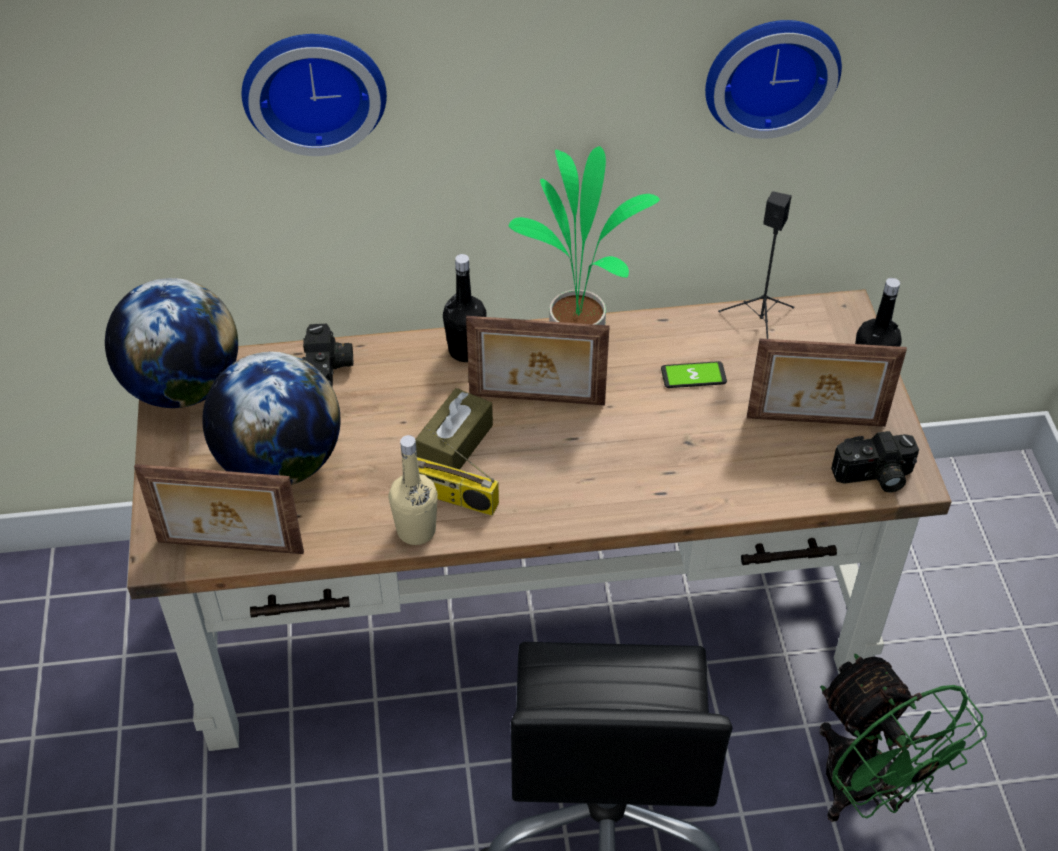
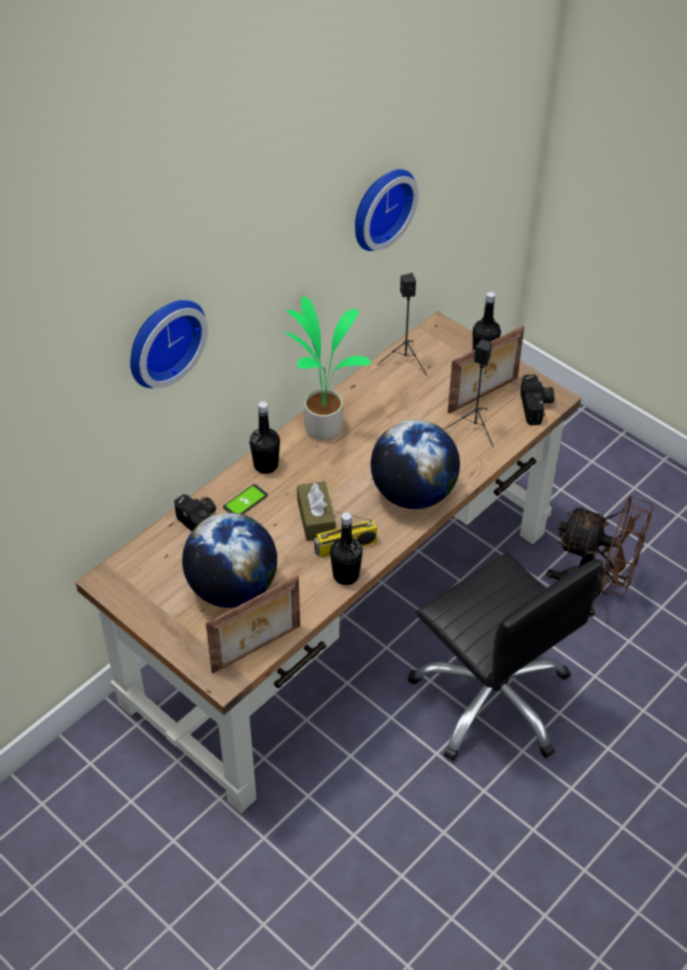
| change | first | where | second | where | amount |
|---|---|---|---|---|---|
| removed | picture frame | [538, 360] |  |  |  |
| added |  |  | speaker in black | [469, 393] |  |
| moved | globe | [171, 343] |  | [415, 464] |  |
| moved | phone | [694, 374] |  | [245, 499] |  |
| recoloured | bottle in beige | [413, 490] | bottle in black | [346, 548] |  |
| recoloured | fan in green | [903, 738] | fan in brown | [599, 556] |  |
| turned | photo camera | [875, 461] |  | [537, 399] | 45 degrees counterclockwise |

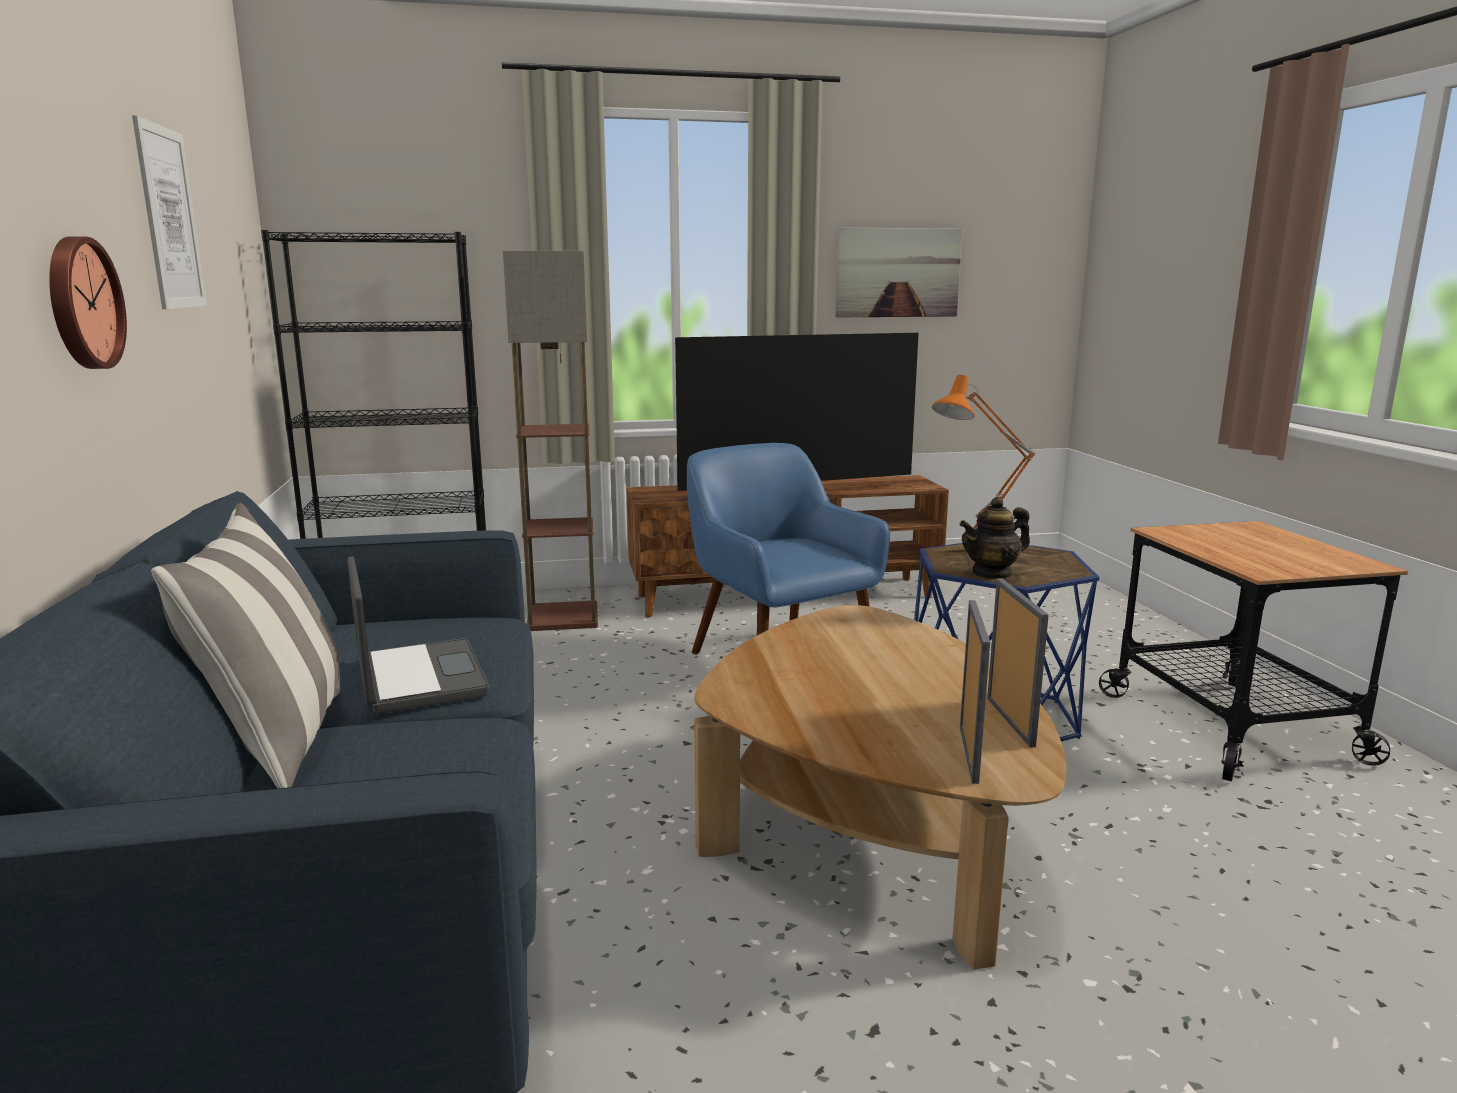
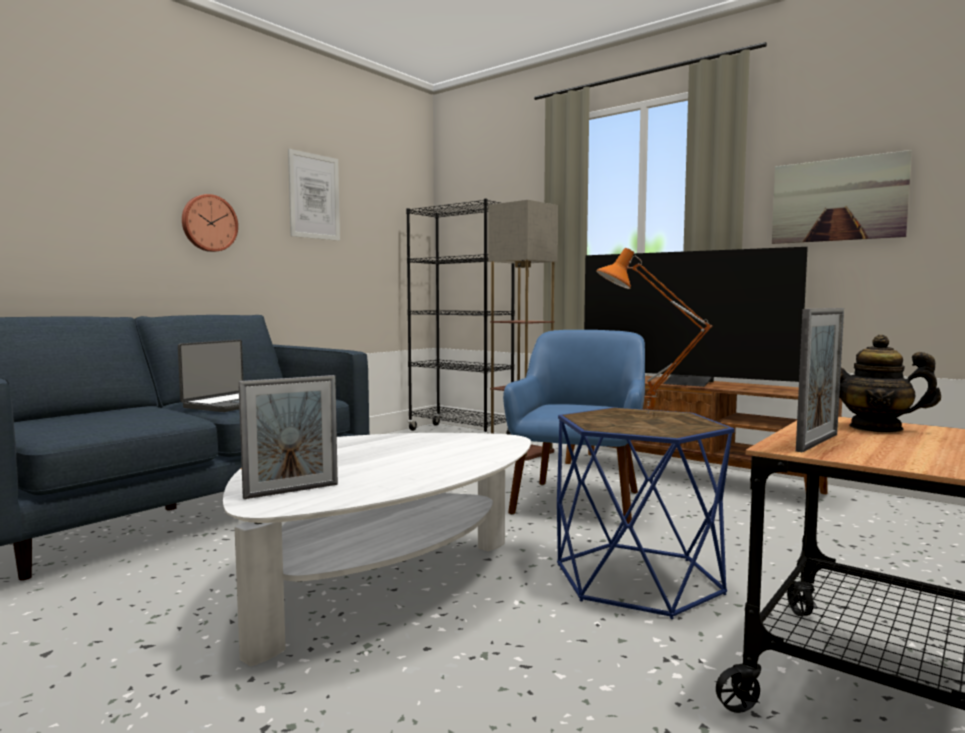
| change | first | where | second | where | amount |
|---|---|---|---|---|---|
| removed | pillow | [246, 645] |  |  |  |
| moved | teapot | [995, 538] |  | [890, 384] |  |
| moved | picture frame | [1018, 662] |  | [820, 380] |  |
| recoloured | coffee table in brown | [880, 787] | coffee table in white | [377, 549] |  |

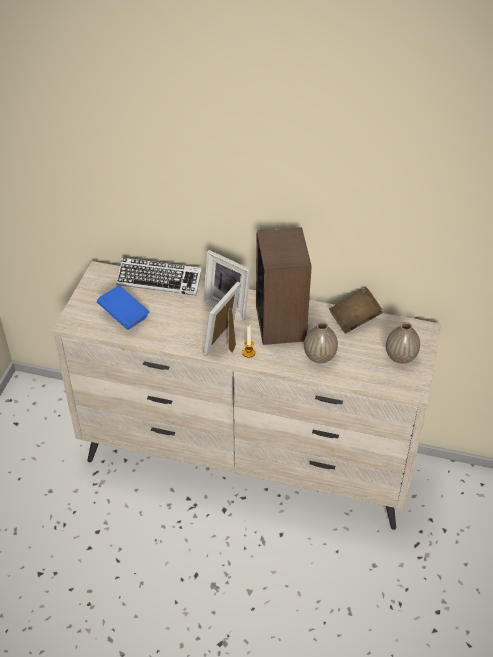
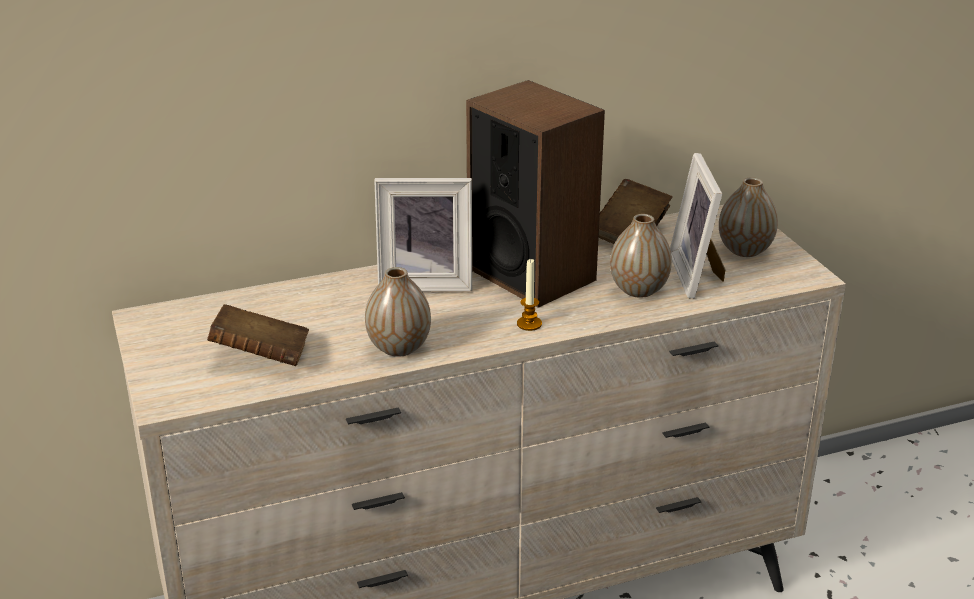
| change | first | where | second | where | amount |
|---|---|---|---|---|---|
| removed | keyboard | [159, 276] |  |  |  |
| added |  |  | vase | [398, 312] |  |
| moved | picture frame | [222, 319] |  | [697, 226] |  |
| recoloured | book in blue | [123, 307] | book in brown | [258, 335] |  |

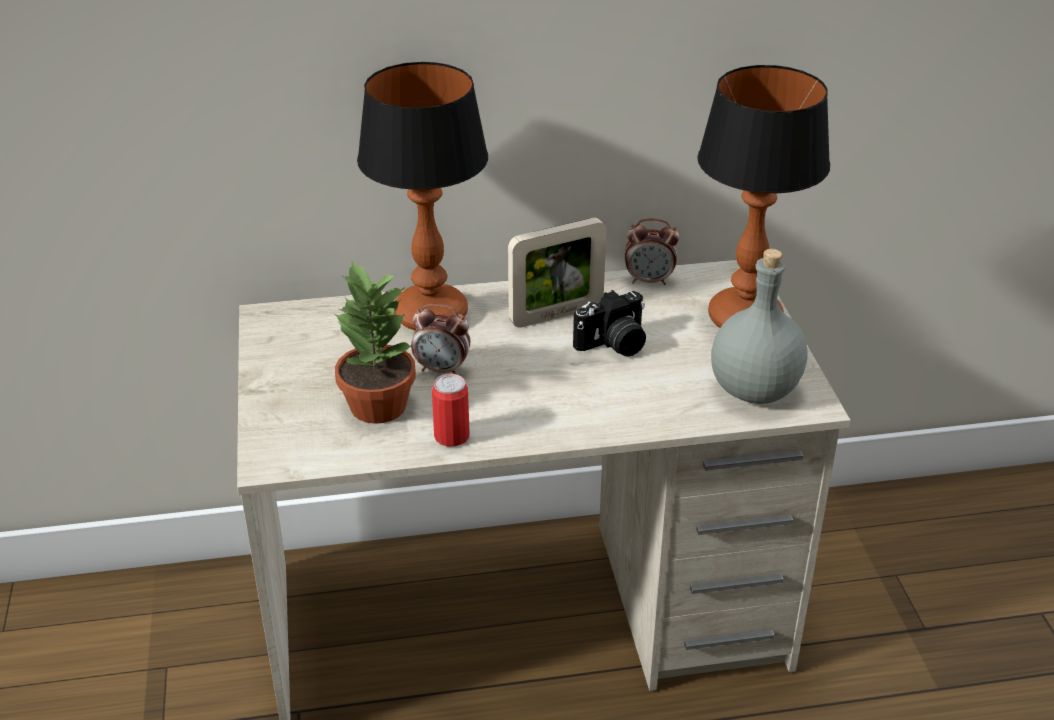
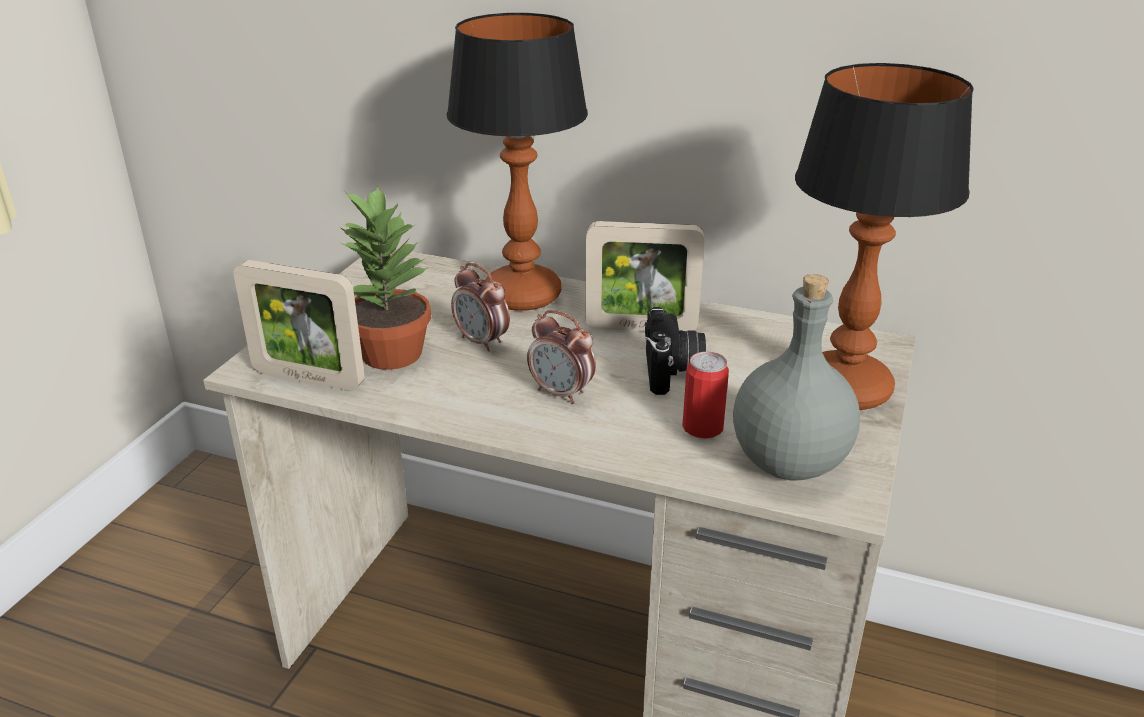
| change | first | where | second | where | amount |
|---|---|---|---|---|---|
| added |  |  | picture frame | [299, 325] |  |
| moved | can | [451, 410] |  | [705, 395] |  |
| moved | alarm clock | [652, 251] |  | [561, 357] |  |
| turned | photo camera | [609, 323] |  | [675, 351] | 90 degrees counterclockwise |

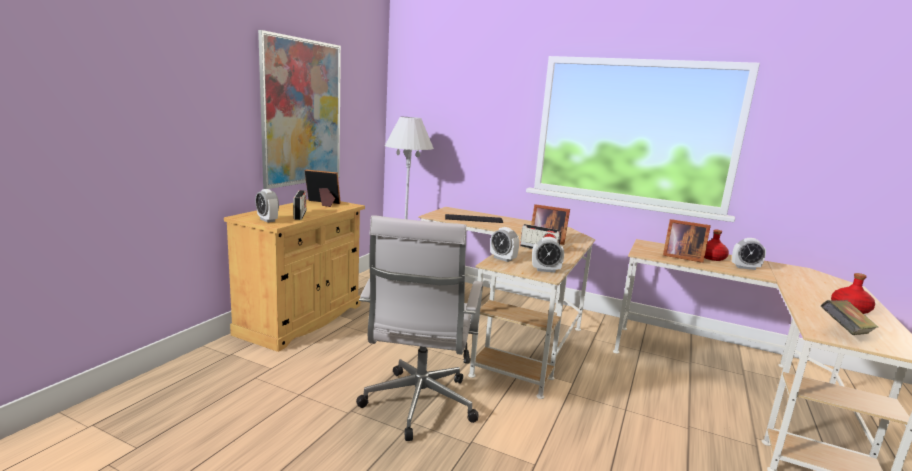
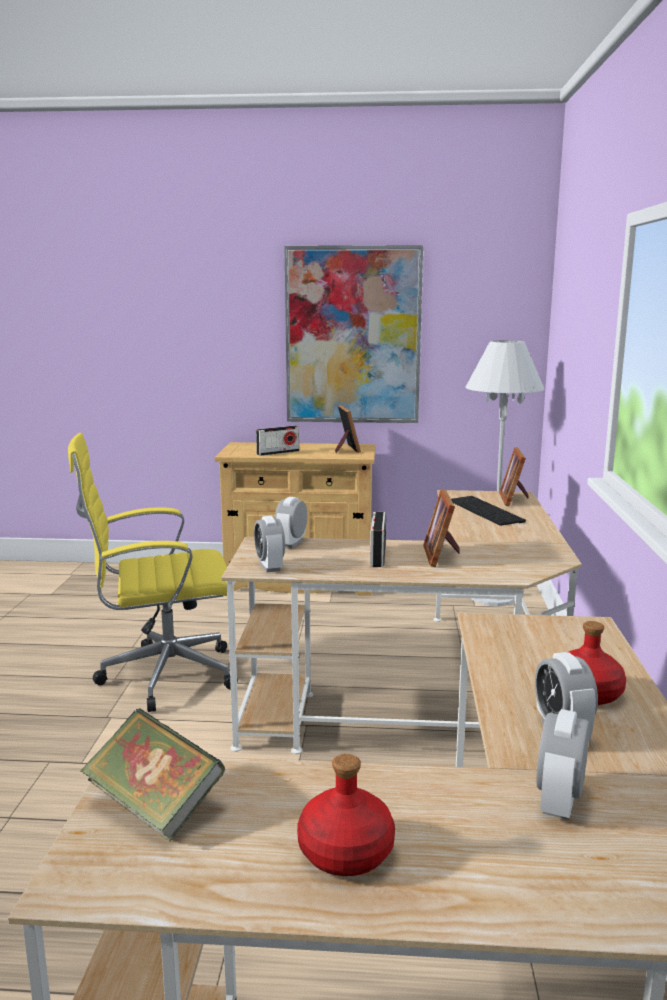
| change | first | where | second | where | amount |
|---|---|---|---|---|---|
| moved | alarm clock | [267, 206] |  | [563, 764] |  |
| moved | picture frame | [687, 241] |  | [514, 476] |  |
| recoloured | office chair in white | [419, 328] | office chair in yellow | [153, 572] |  |

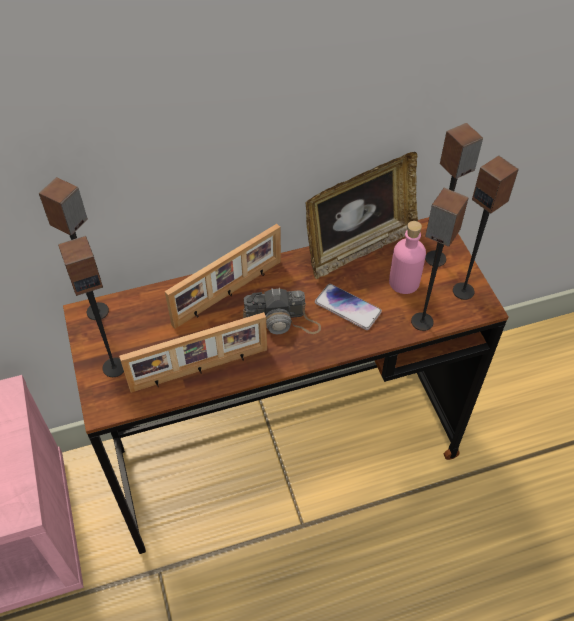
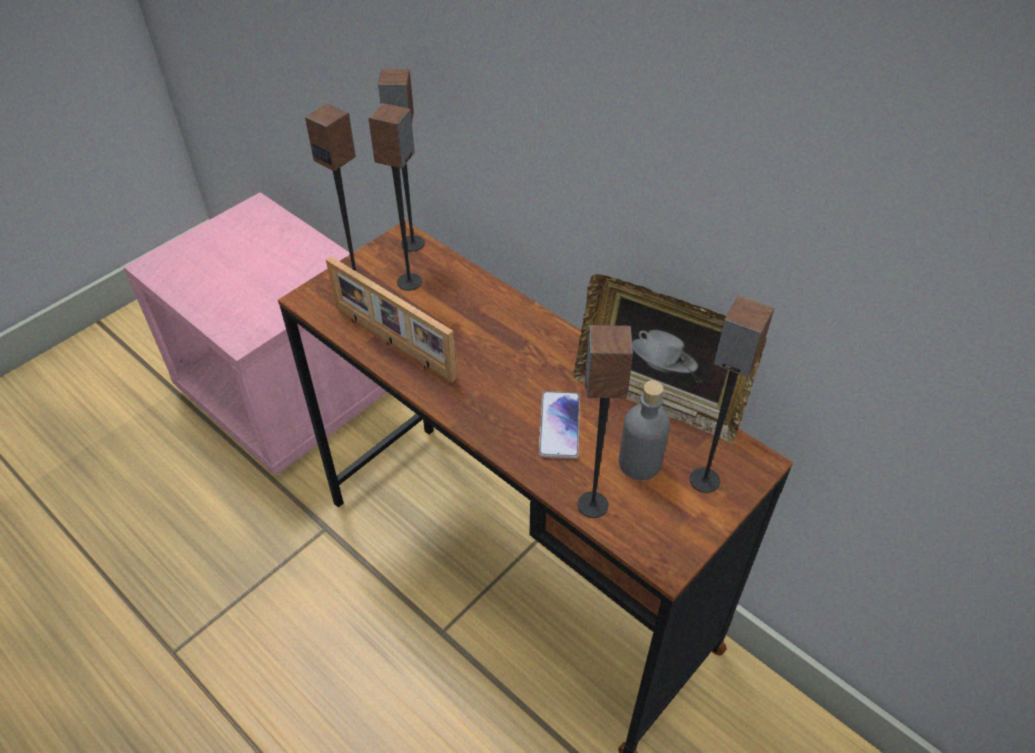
| change | first | where | second | where | amount |
|---|---|---|---|---|---|
| removed | picture frame | [223, 276] |  |  |  |
| removed | photo camera | [282, 311] |  |  |  |
| moved | speaker | [486, 228] |  | [395, 197] |  |
| recoloured | bottle in pink | [407, 257] | bottle in grey | [644, 430] |  |

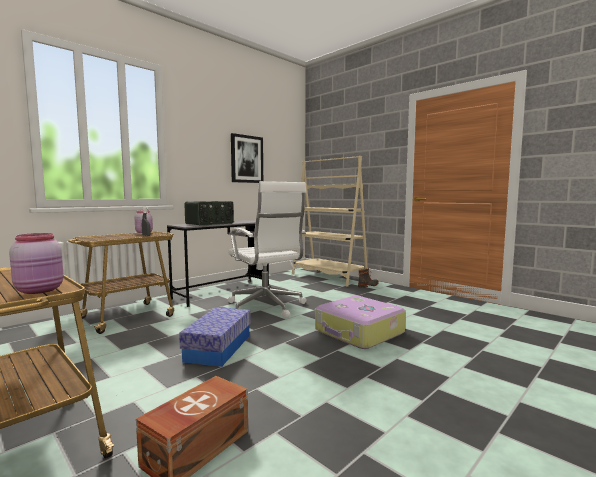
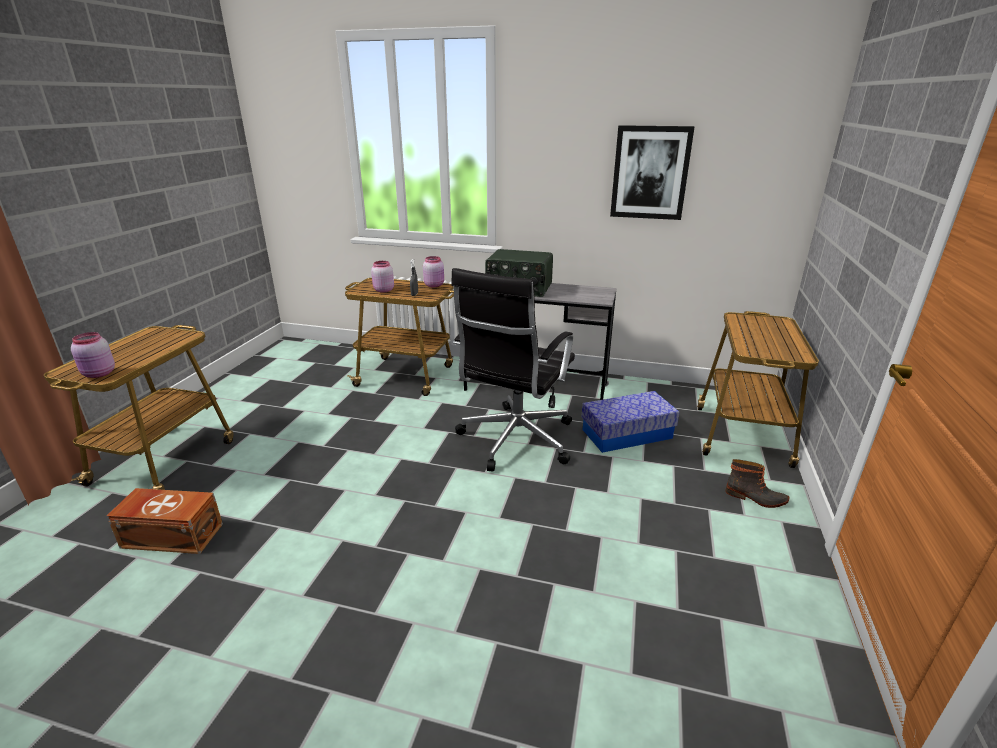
| change | first | where | second | where | amount |
|---|---|---|---|---|---|
| removed | suitcase | [360, 322] |  |  |  |
| added |  |  | jar in pink | [382, 276] |  |
| moved | storage box | [215, 337] |  | [630, 422] |  |
| replaced | bookcase in beige | [330, 221] | cart | [758, 389] |  |
| recoloured | office chair in white | [267, 249] | office chair in black | [513, 369] |  |

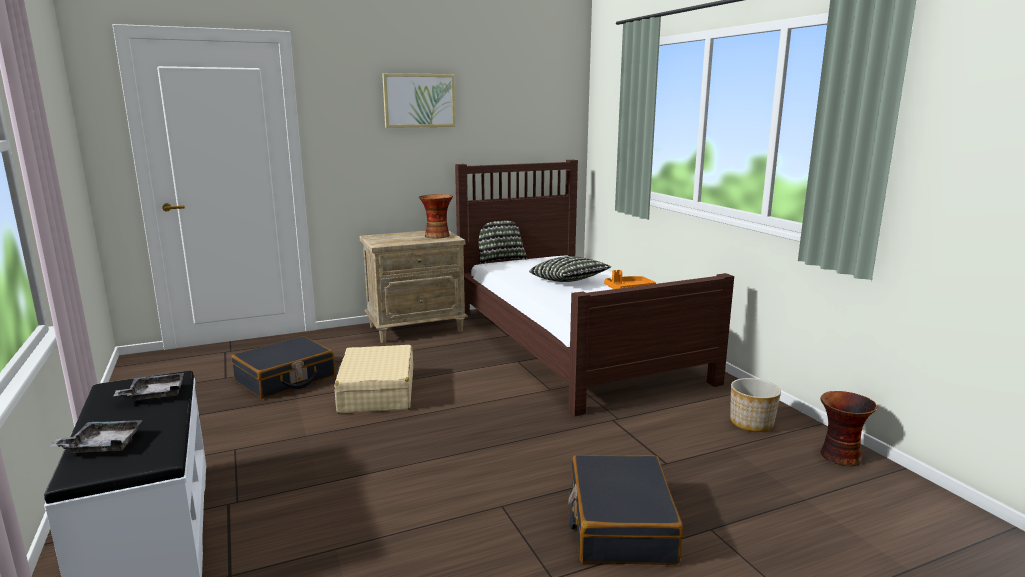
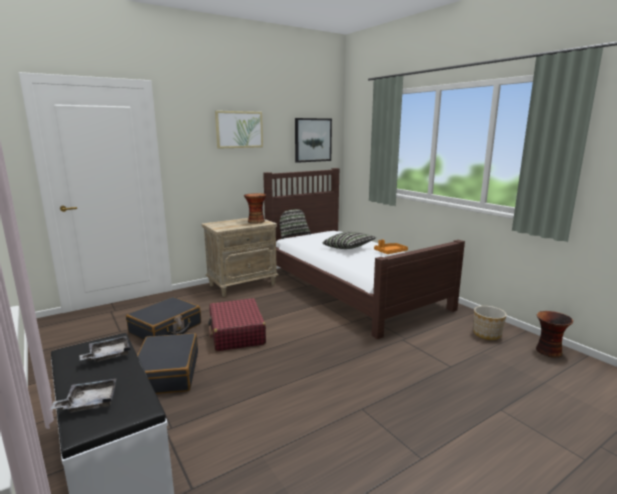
| change | first | where | second | where | amount |
|---|---|---|---|---|---|
| added |  |  | picture | [313, 140] |  |
| moved | suitcase in black | [625, 510] |  | [167, 363] |  |
| recoloured | suitcase in beige | [373, 379] | suitcase in red | [237, 324] |  |

